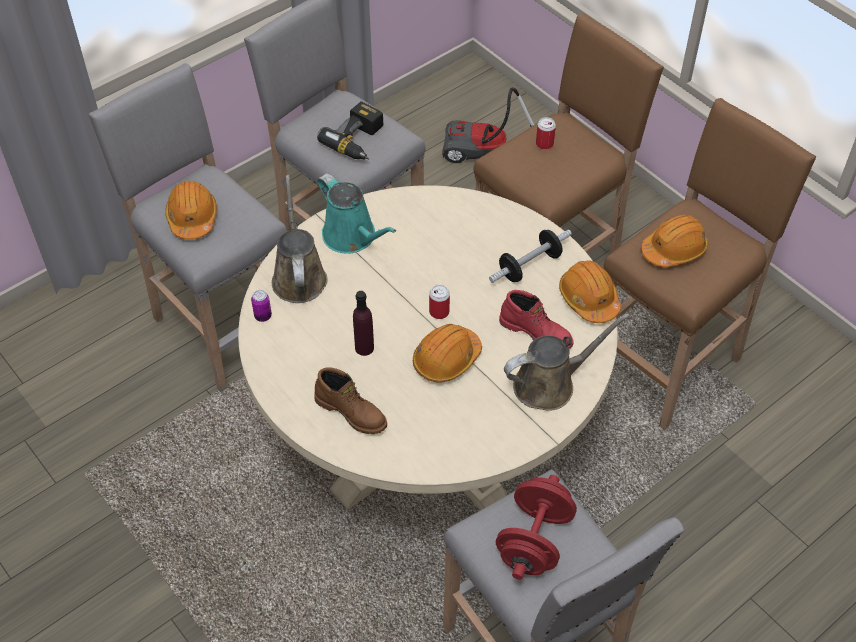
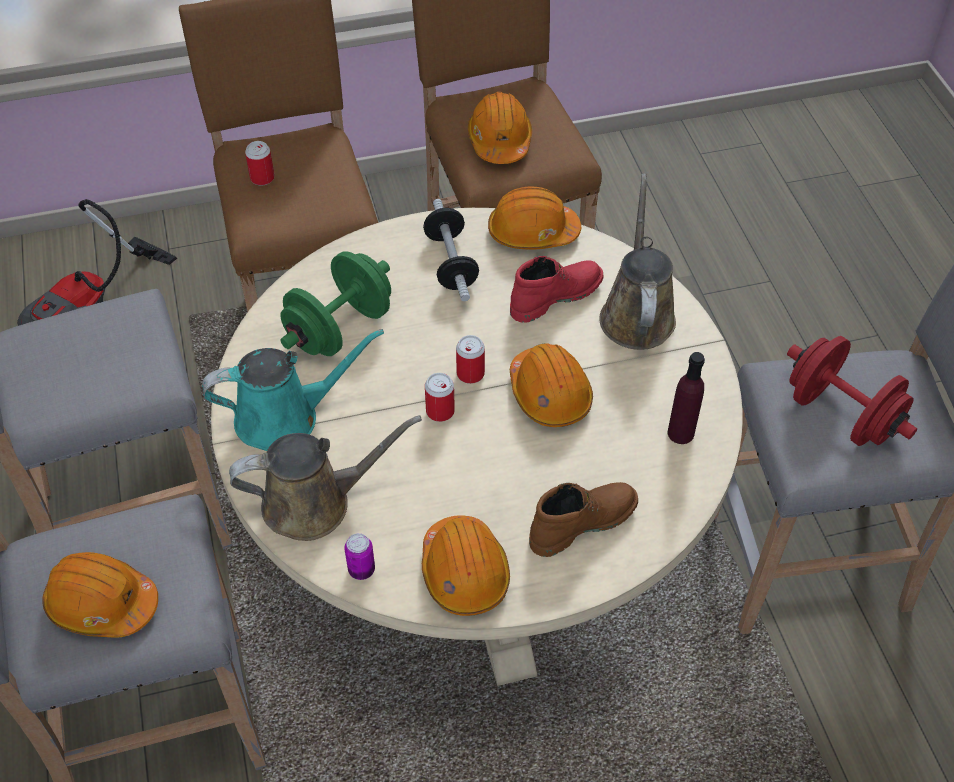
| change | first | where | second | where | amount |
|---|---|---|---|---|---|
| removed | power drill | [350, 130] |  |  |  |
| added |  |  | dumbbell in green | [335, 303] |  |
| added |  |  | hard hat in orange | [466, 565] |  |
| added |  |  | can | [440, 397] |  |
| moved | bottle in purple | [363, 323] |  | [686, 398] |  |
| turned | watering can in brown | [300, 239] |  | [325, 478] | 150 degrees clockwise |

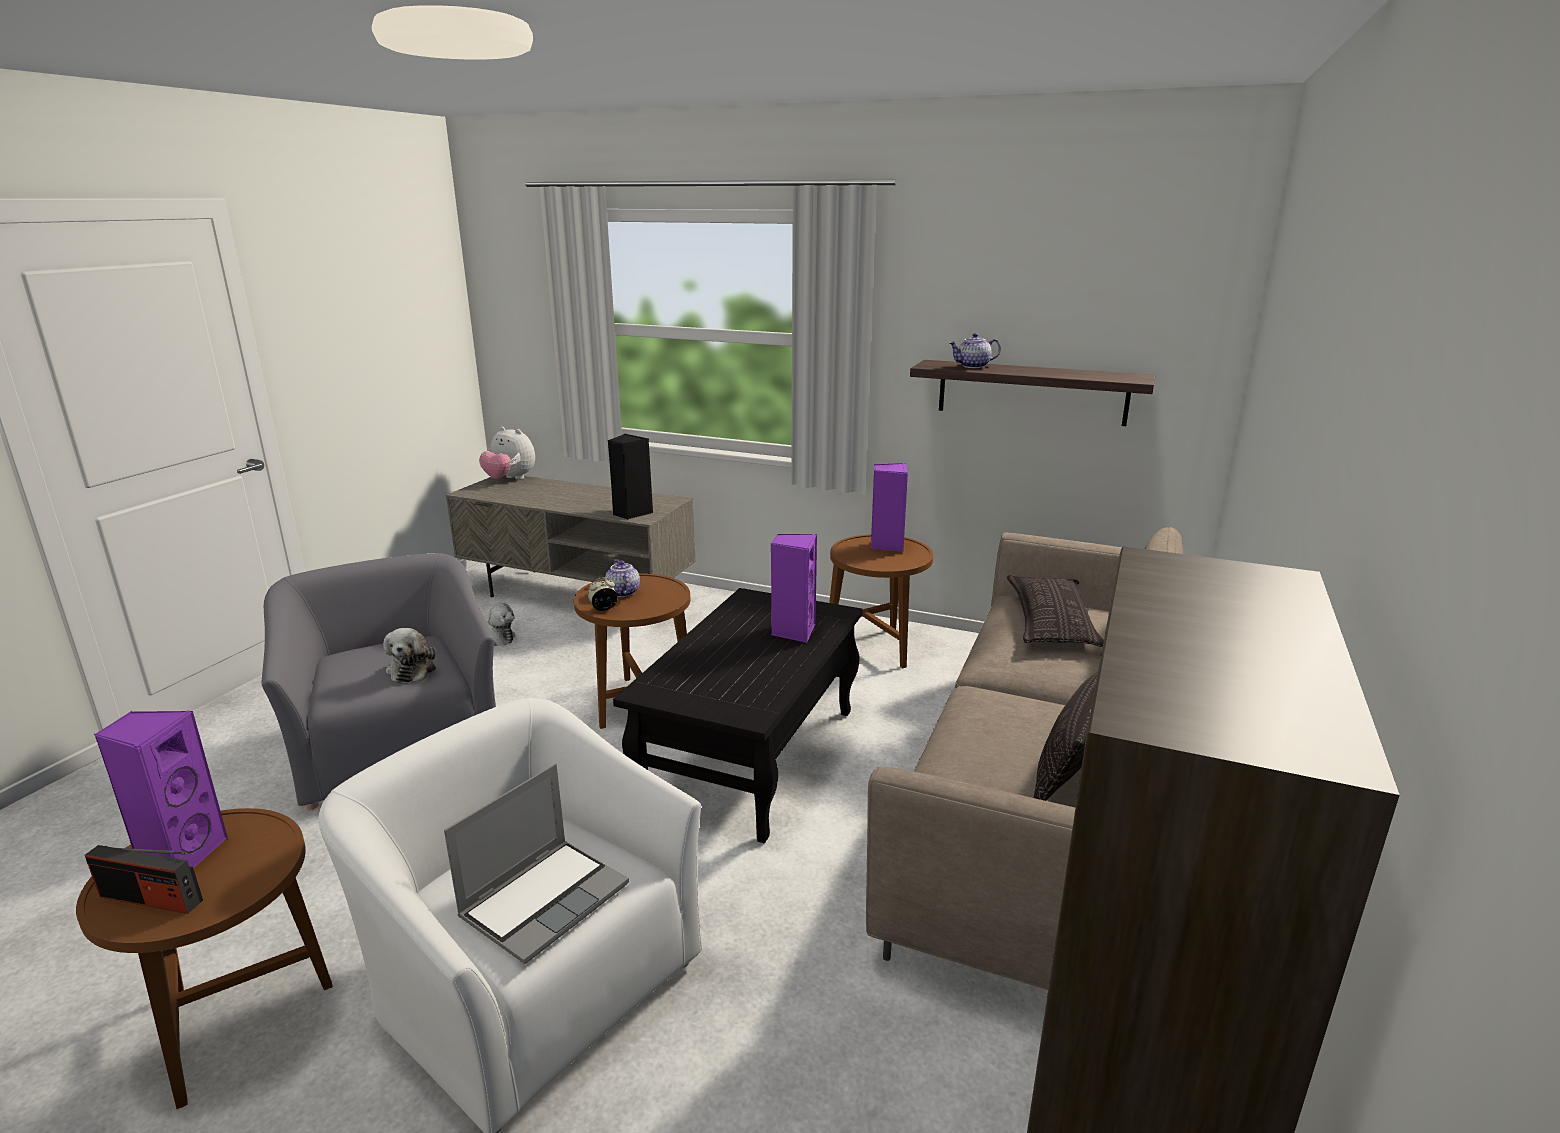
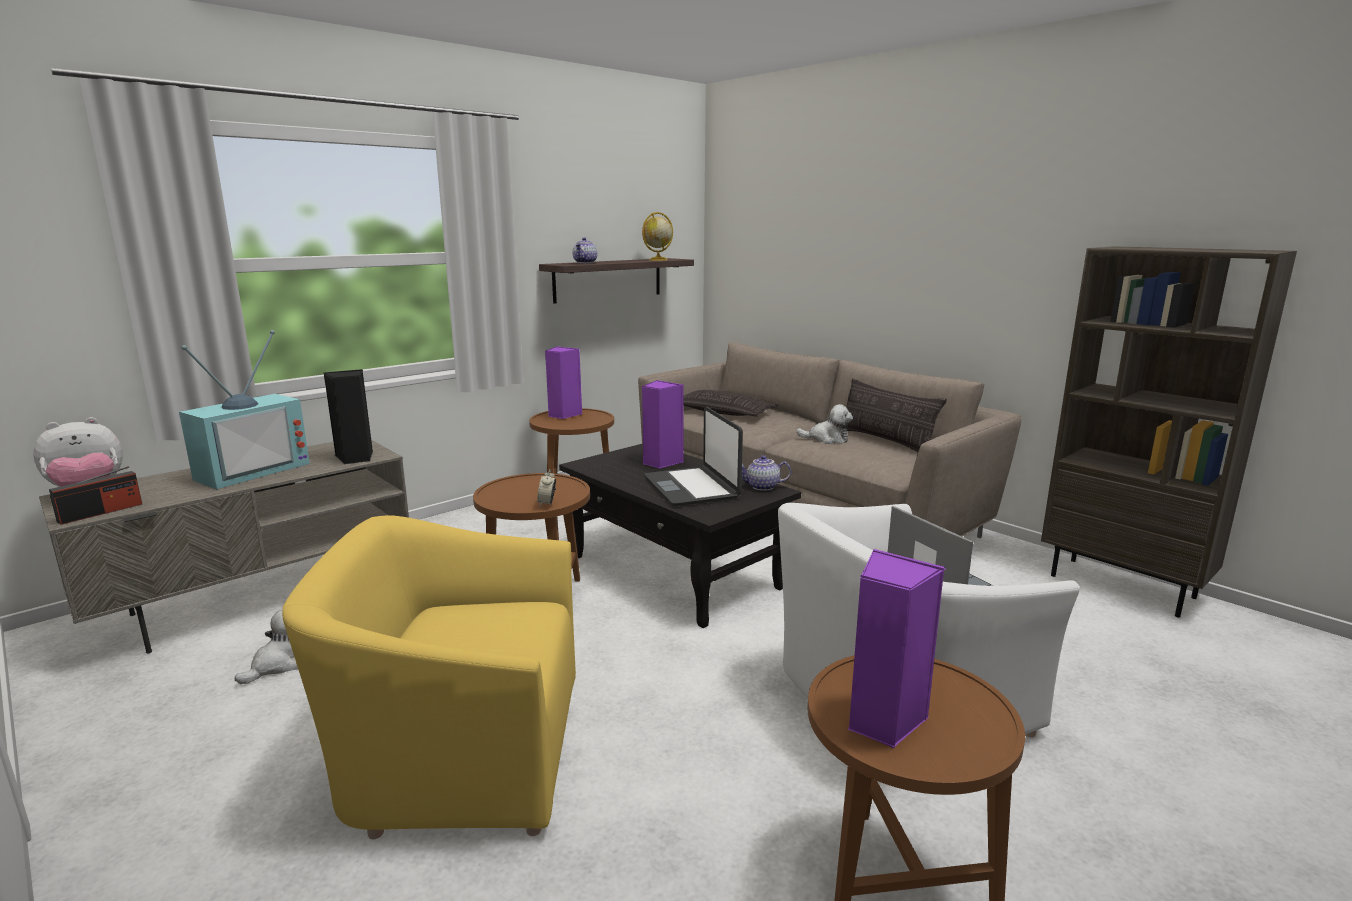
| change | first | where | second | where | amount |
|---|---|---|---|---|---|
| added |  |  | television | [244, 409] |  |
| added |  |  | globe | [657, 236] |  |
| added |  |  | laptop | [694, 456] |  |
| moved | radio | [144, 879] |  | [95, 495] |  |
| moved | plush toy | [409, 655] |  | [824, 424] |  |
| moved | teapot | [622, 578] |  | [766, 473] |  |
| recoloured | armchair in grey | [379, 681] | armchair in yellow | [429, 677] |  |

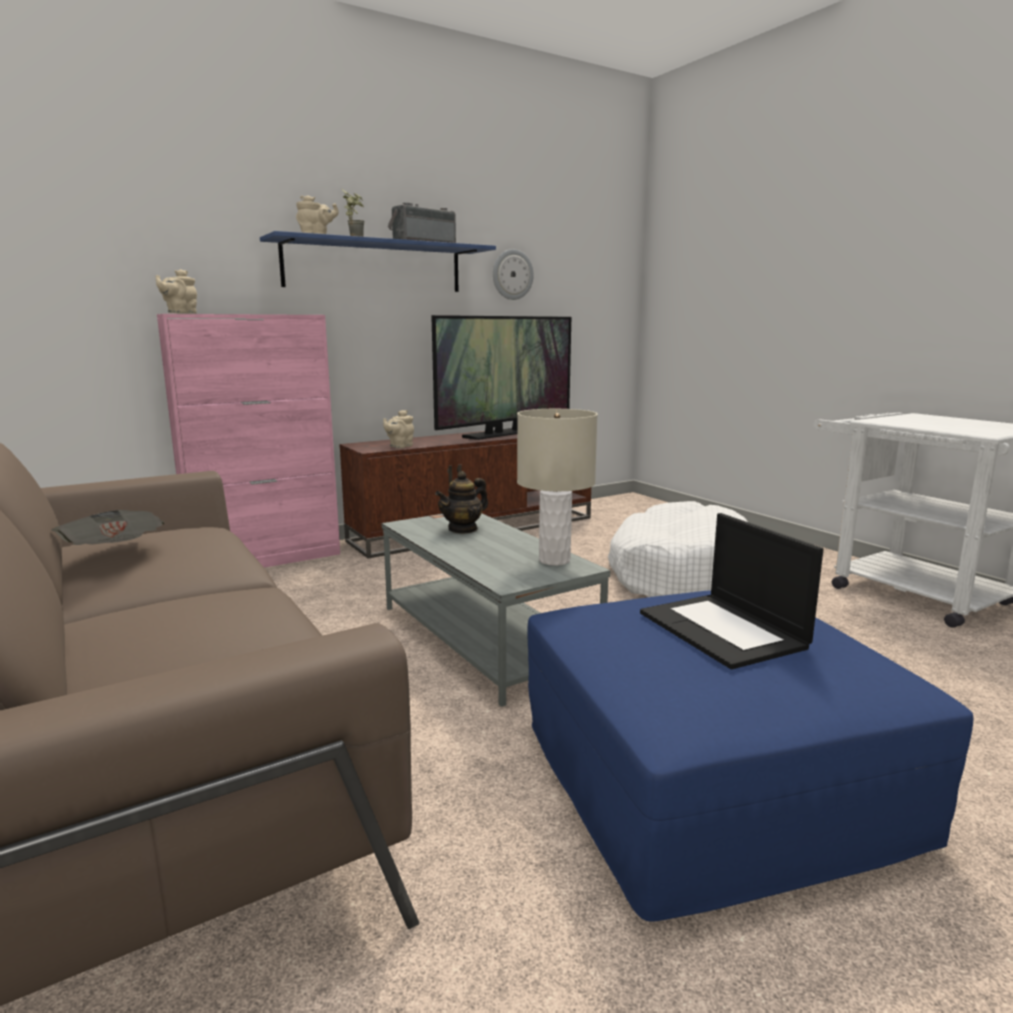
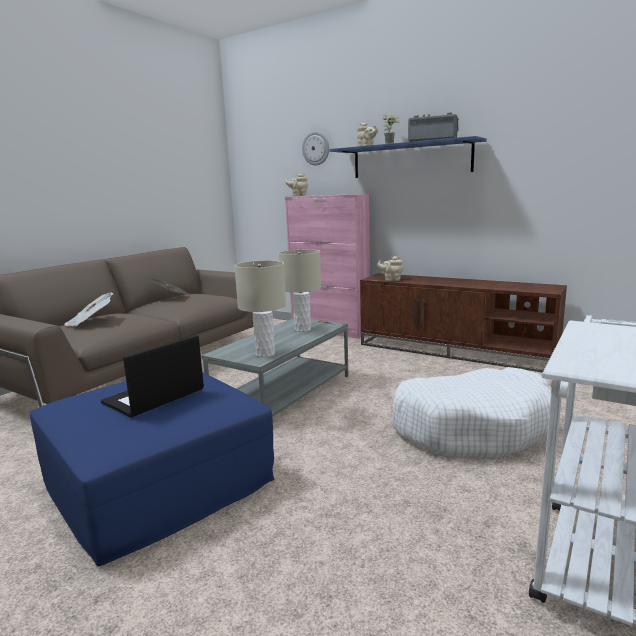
| change | first | where | second | where | amount |
|---|---|---|---|---|---|
| removed | television | [501, 377] |  |  |  |
| added |  |  | newspaper | [88, 309] |  |
| moved | wall clock | [513, 274] |  | [315, 148] |  |
| replaced | teapot | [461, 502] | table lamp in beige | [299, 290] |  |

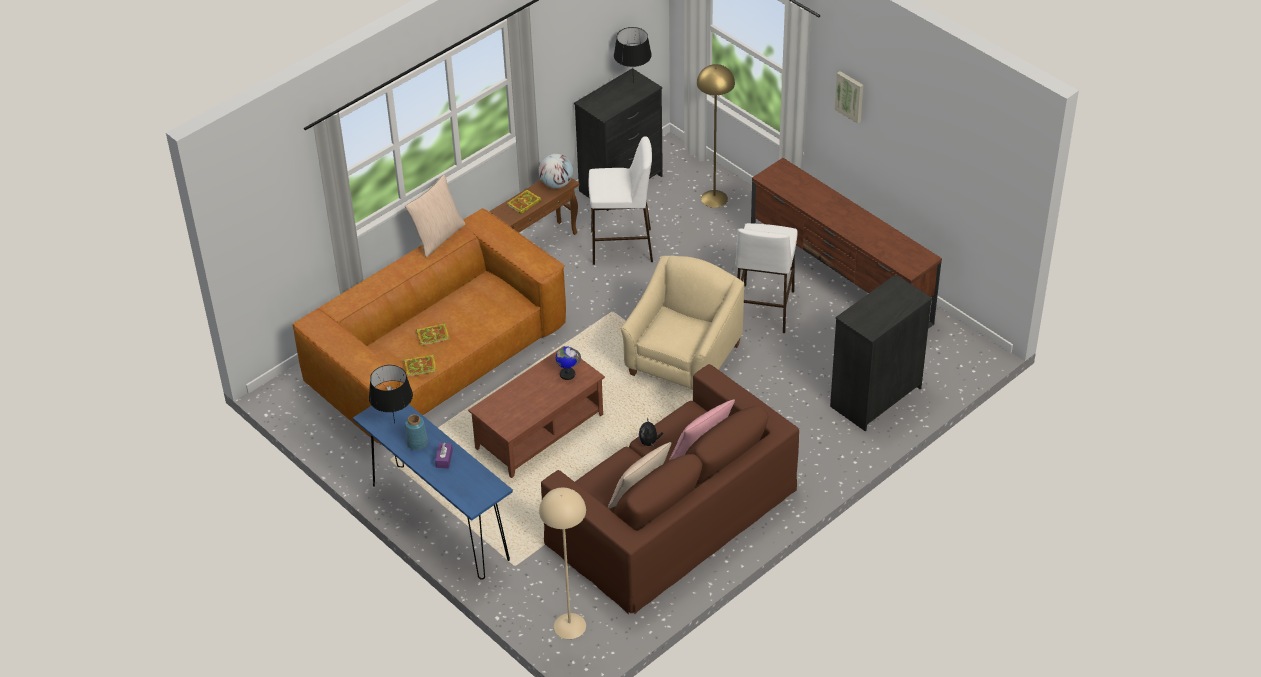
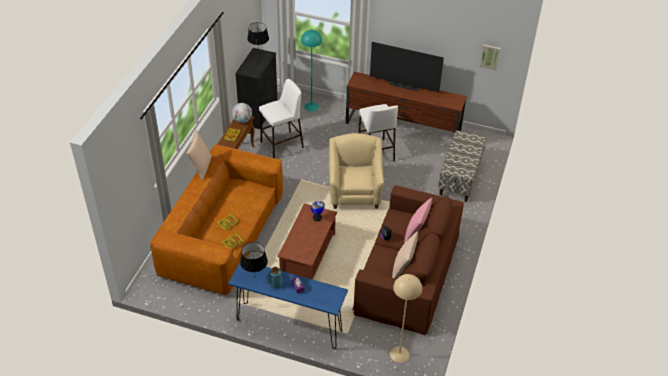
| change | first | where | second | where | amount |
|---|---|---|---|---|---|
| added |  |  | television | [407, 67] |  |
| moved | picture | [849, 97] |  | [490, 58] |  |
| replaced | dresser in black | [881, 352] | bench | [462, 166] |  |
| recoloured | floor lamp in yellow | [716, 136] | floor lamp in turquoise | [311, 71] |  |

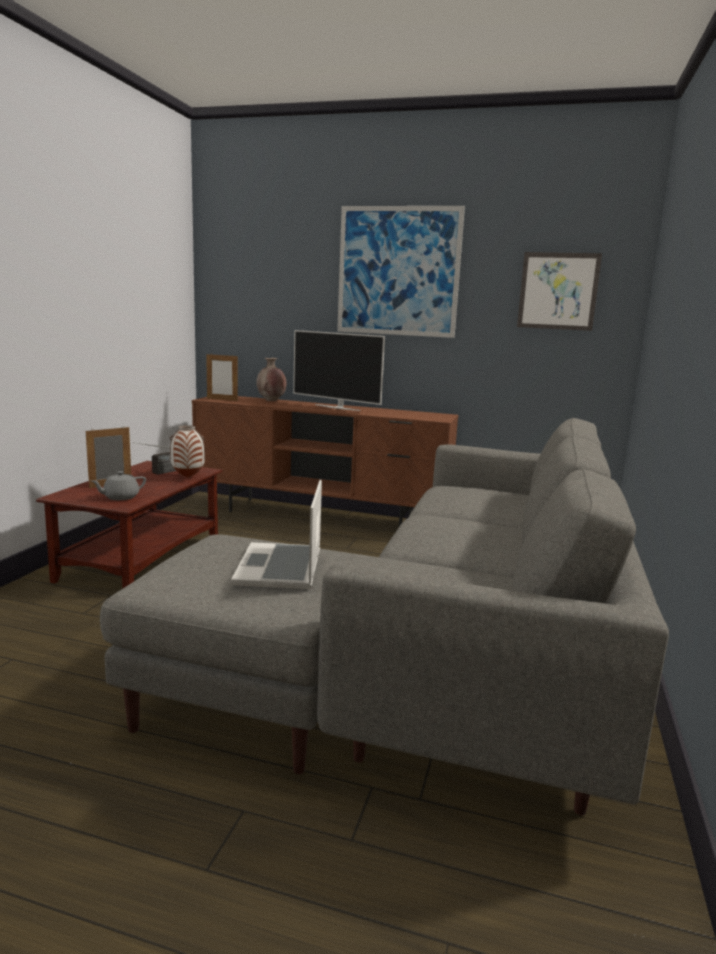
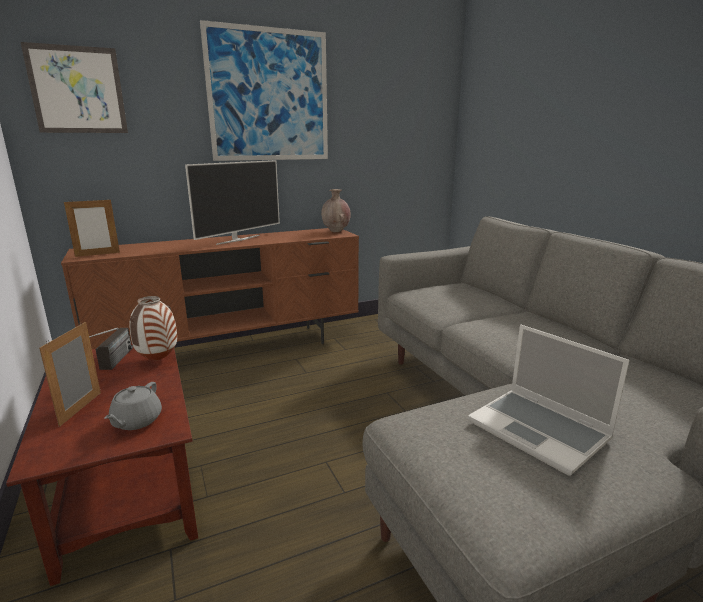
| change | first | where | second | where | amount |
|---|---|---|---|---|---|
| moved | vase in brown | [271, 379] |  | [336, 210] |  |
| moved | picture | [559, 291] |  | [74, 87] |  |
| turned | television | [339, 370] |  | [232, 202] | 45 degrees counterclockwise |

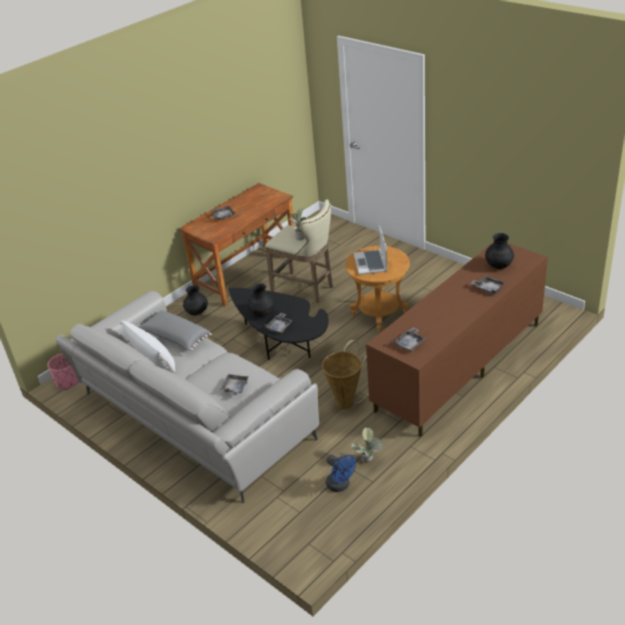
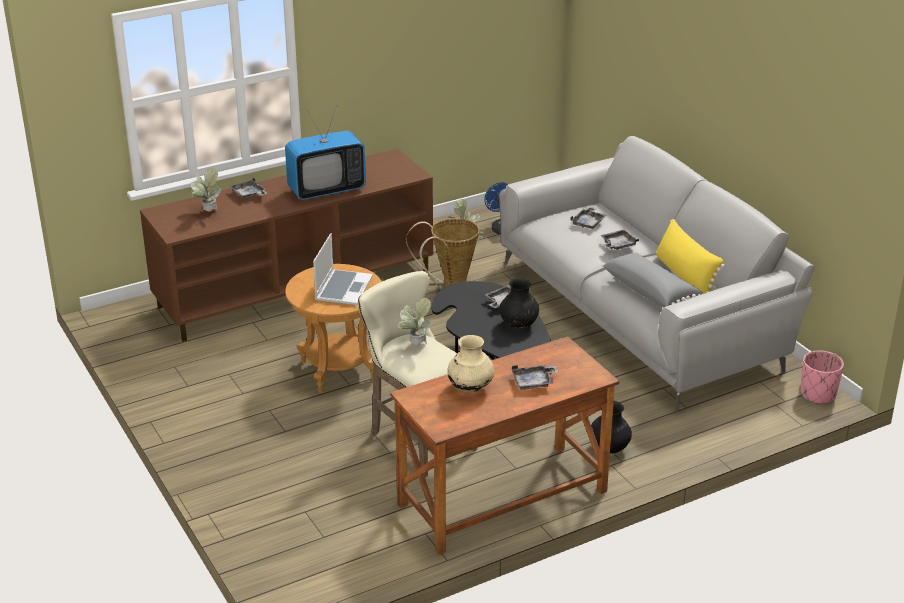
| change | first | where | second | where | amount |
|---|---|---|---|---|---|
| added |  |  | television | [325, 152] |  |
| added |  |  | vase in beige | [470, 364] |  |
| moved | tray in grey | [409, 339] |  | [619, 240] |  |
| replaced | vase in black | [499, 251] | potted plant | [206, 190] |  |
| recoloured | pillow in white | [148, 346] | pillow in yellow | [690, 256] |  |

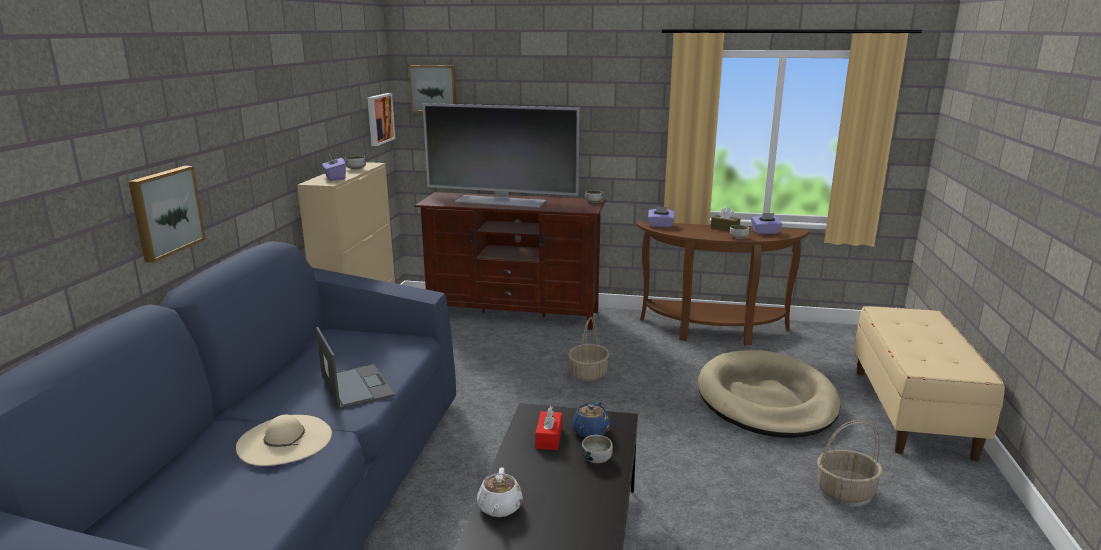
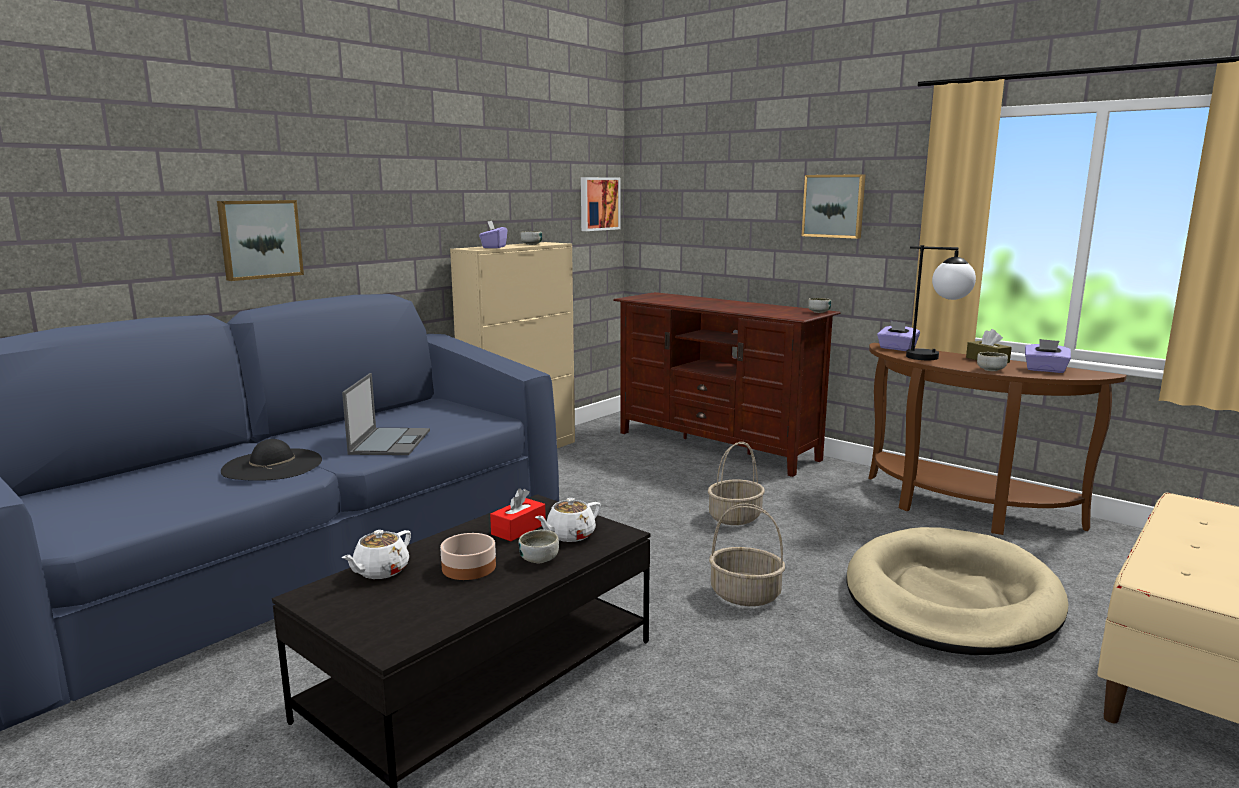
| change | first | where | second | where | amount |
|---|---|---|---|---|---|
| removed | television | [501, 155] |  |  |  |
| added |  |  | bowl | [468, 556] |  |
| added |  |  | table lamp | [941, 302] |  |
| moved | picture | [432, 89] |  | [833, 206] |  |
| moved | basket | [850, 461] |  | [747, 554] |  |
| recoloured | hat in beige | [284, 440] | hat in black | [271, 460] |  |
| recoloured | teapot in blue | [591, 419] | teapot in white | [568, 520] |  |

